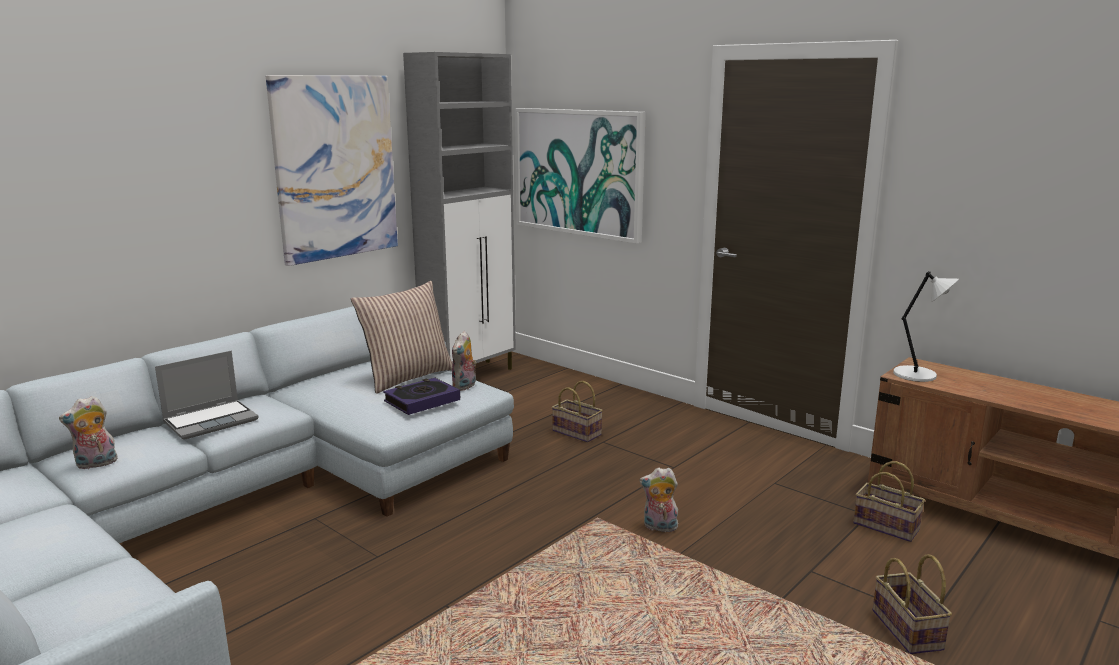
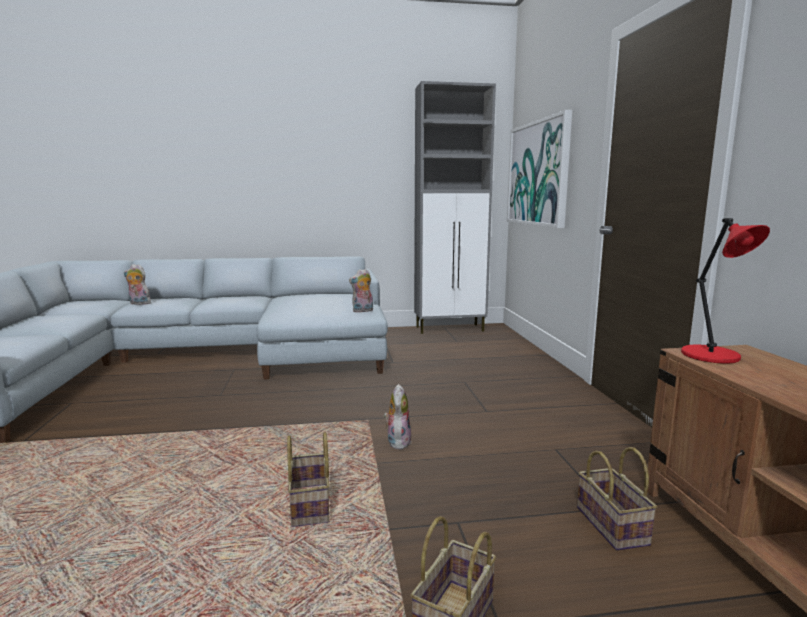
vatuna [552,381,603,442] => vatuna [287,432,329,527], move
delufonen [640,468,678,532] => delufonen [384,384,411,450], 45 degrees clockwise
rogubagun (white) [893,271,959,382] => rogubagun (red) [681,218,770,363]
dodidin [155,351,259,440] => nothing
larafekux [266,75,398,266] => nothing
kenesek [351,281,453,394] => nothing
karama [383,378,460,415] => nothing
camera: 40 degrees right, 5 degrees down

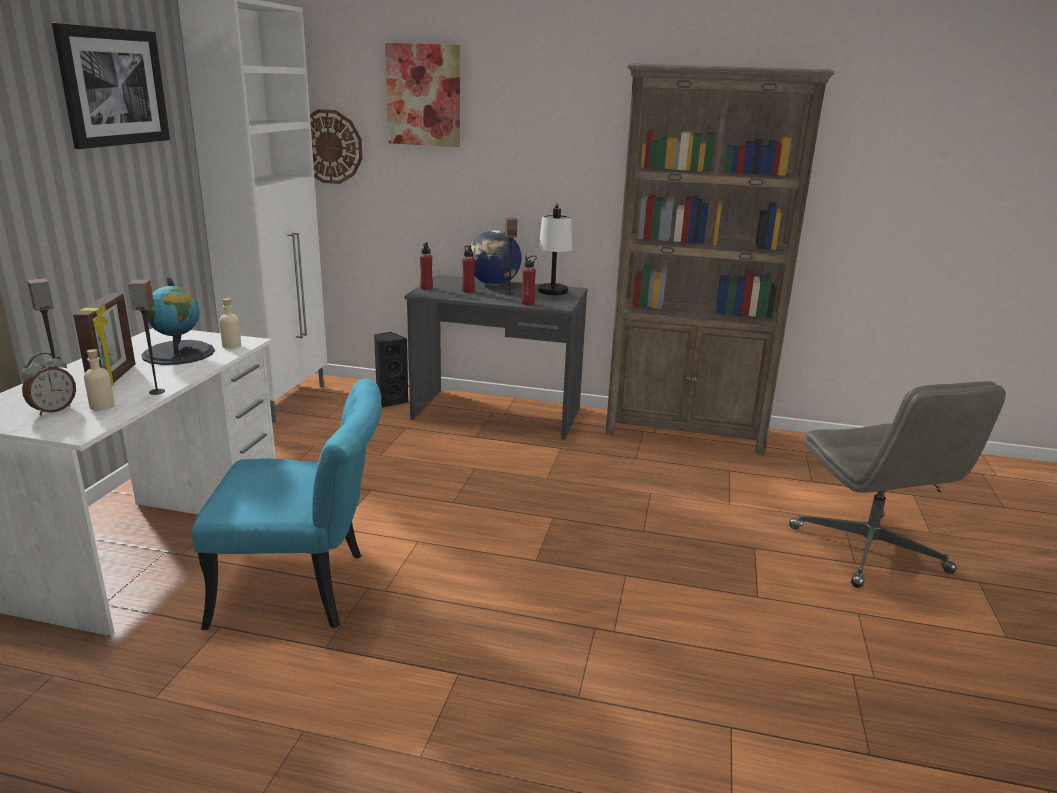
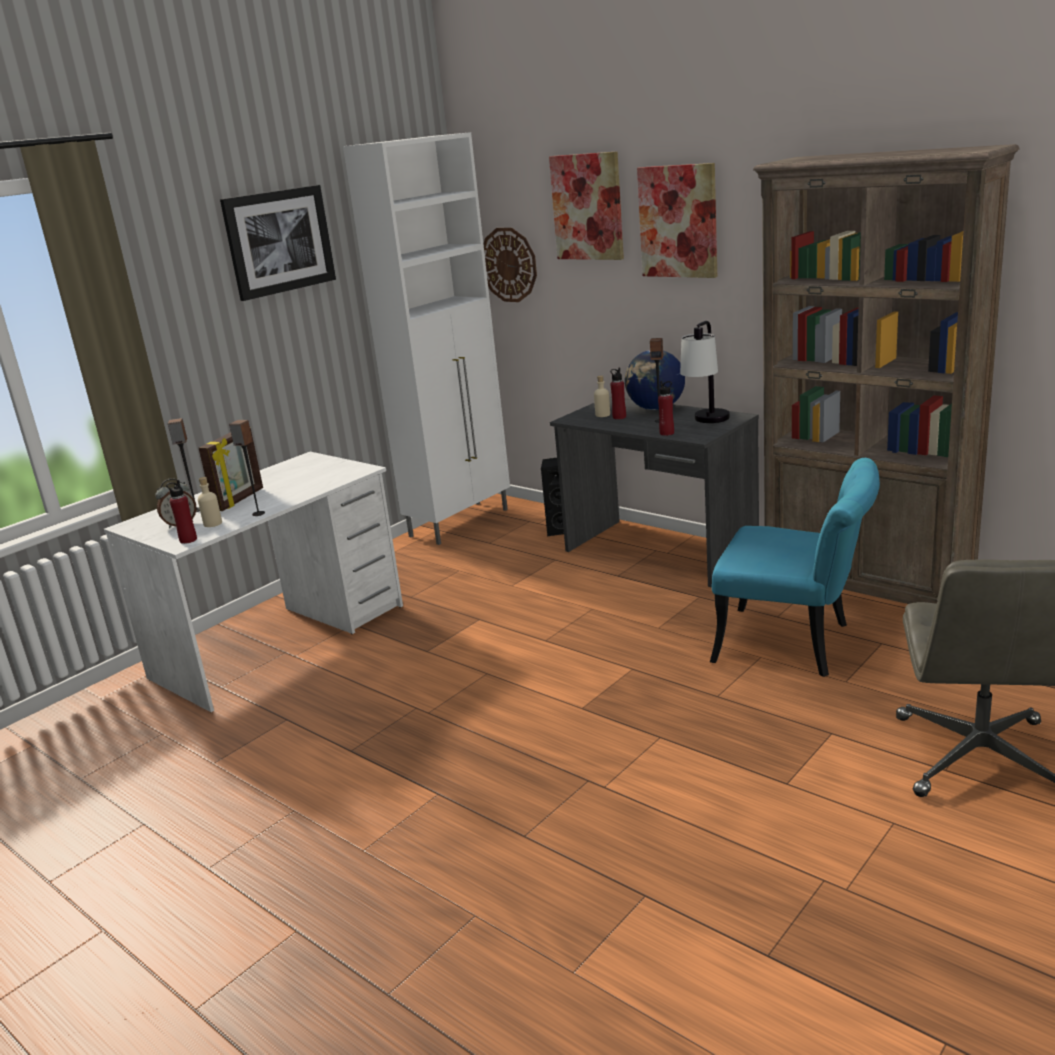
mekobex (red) [420,242,433,290] => mekobex (red) [166,480,197,544], move
mekobex (beige) [219,298,241,349] => mekobex (beige) [594,376,610,417], move
nothing => larafekux [637,163,717,278]
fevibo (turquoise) [192,379,382,630] => fevibo (turquoise) [710,458,880,677], move
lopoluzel [141,277,215,365] => nothing
camera: 30 degrees right, 0 degrees up

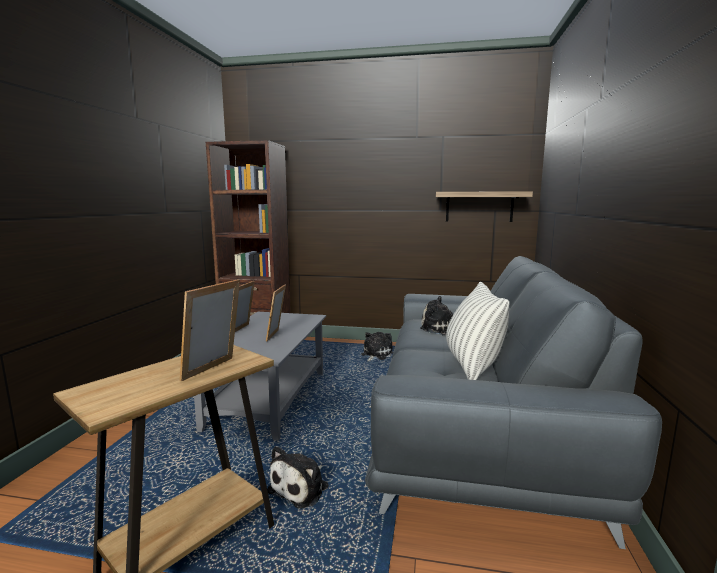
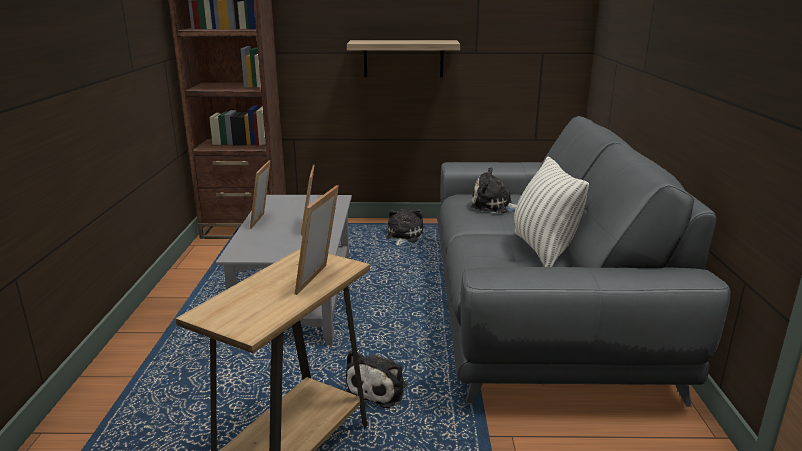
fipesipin [436,191,533,222] => fipesipin [347,40,460,77], move
camera: 10 degrees left, 10 degrees up

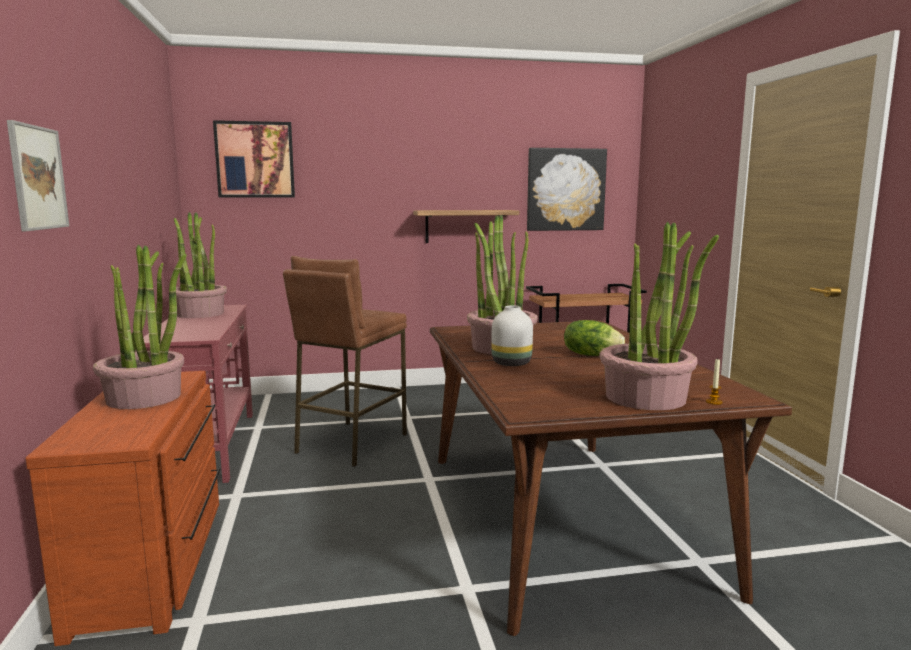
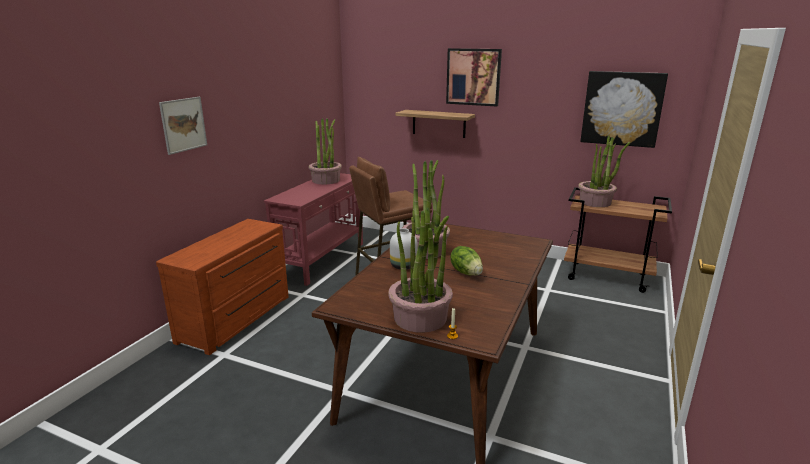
fipesipin [413,210,519,243] => fipesipin [396,110,475,138], move
larafekux [213,120,295,198] => larafekux [446,48,502,107], move
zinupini [93,245,187,409] => zinupini [578,136,631,207], move
camera: 35 degrees right, 10 degrees up

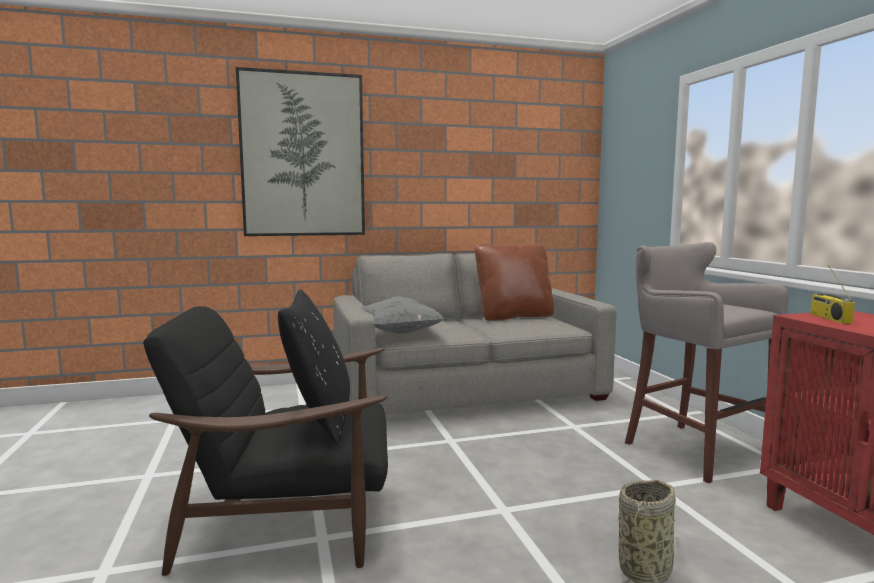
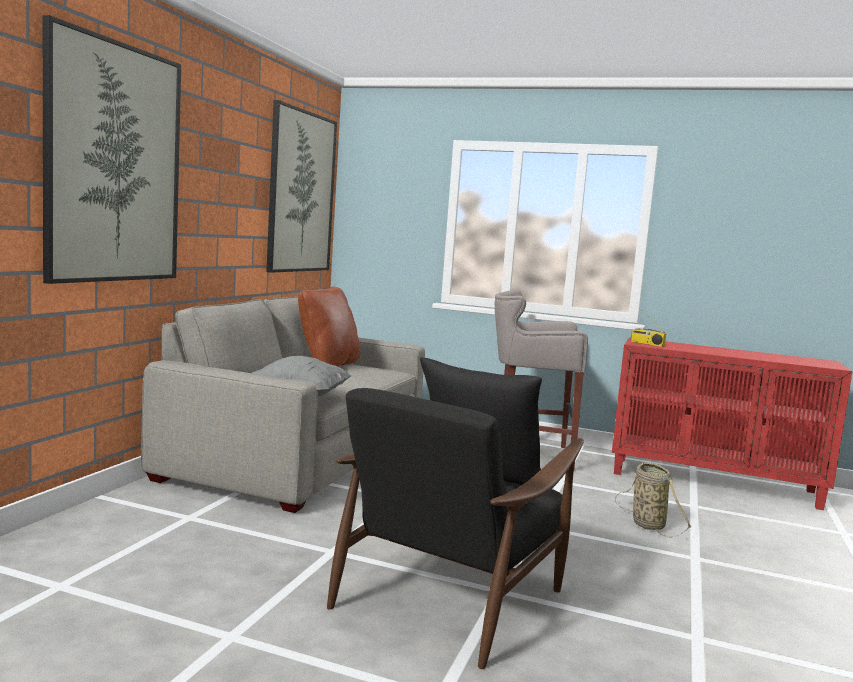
nothing => larafekux [266,100,337,273]
camera: 55 degrees left, 0 degrees up

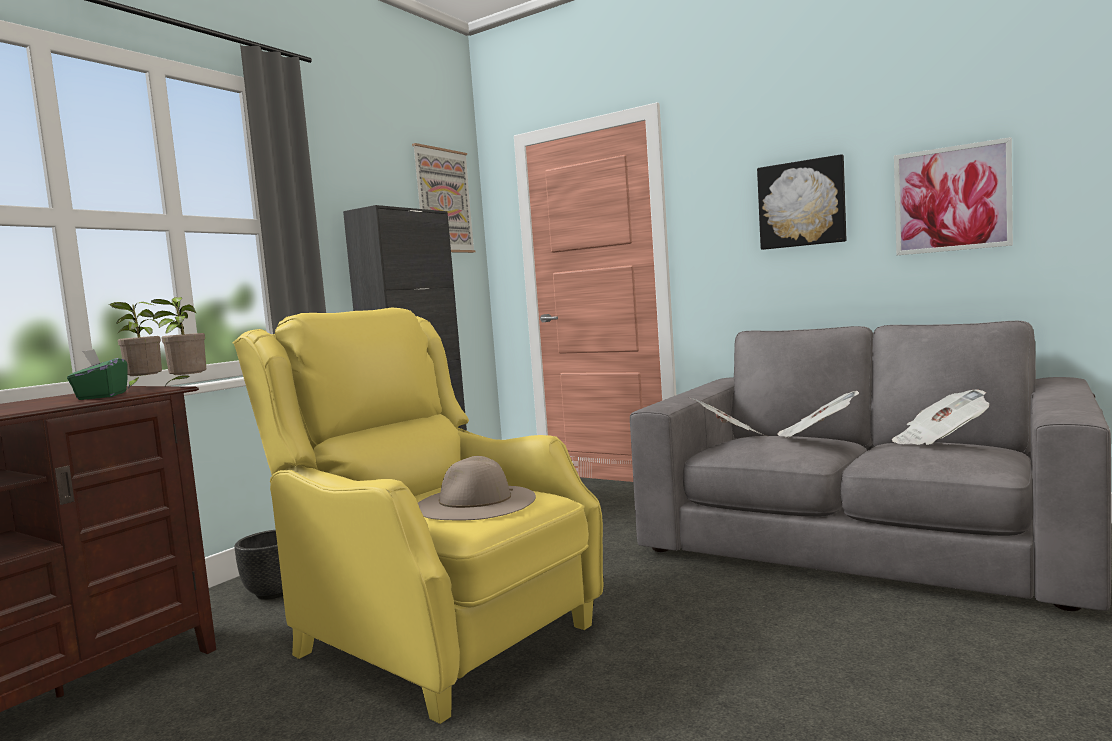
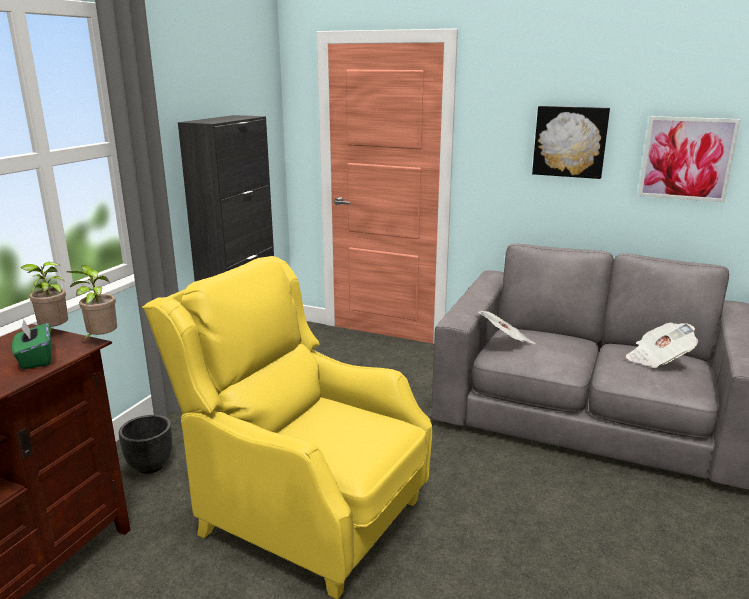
larafekux [412,143,476,253] => nothing
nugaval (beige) [418,456,536,521] => nothing
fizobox [777,391,859,438] => nothing
camera: 10 degrees left, 15 degrees up

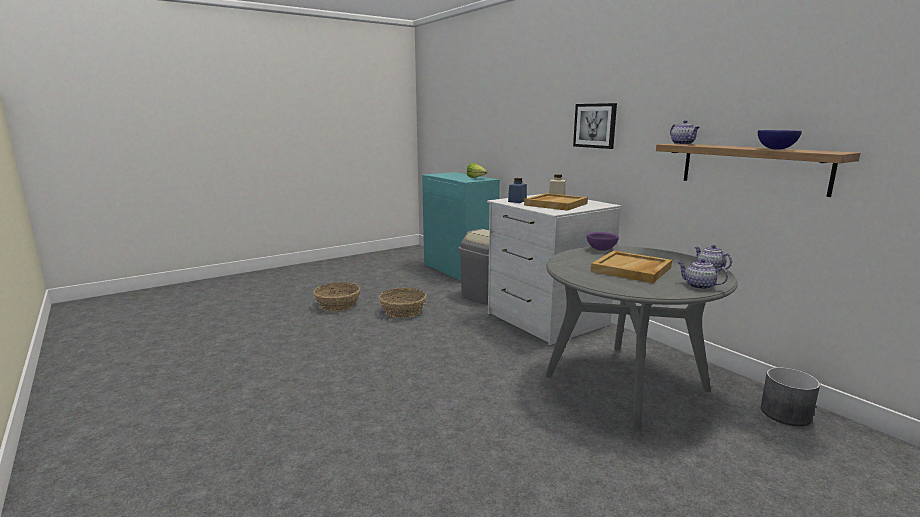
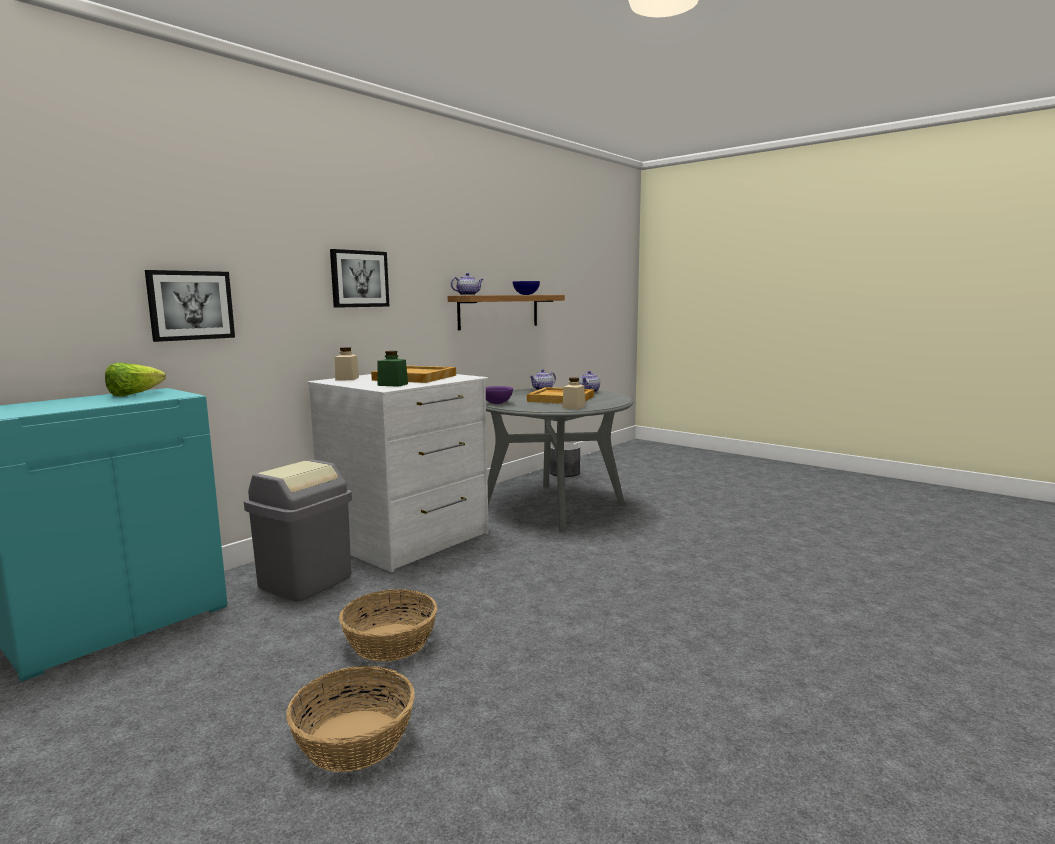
nothing => larafekux [145,270,235,342]
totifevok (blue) [508,178,527,203] => totifevok (green) [377,351,408,387]
nothing => totifevok (beige) [563,378,585,409]
camera: 105 degrees left, 5 degrees down

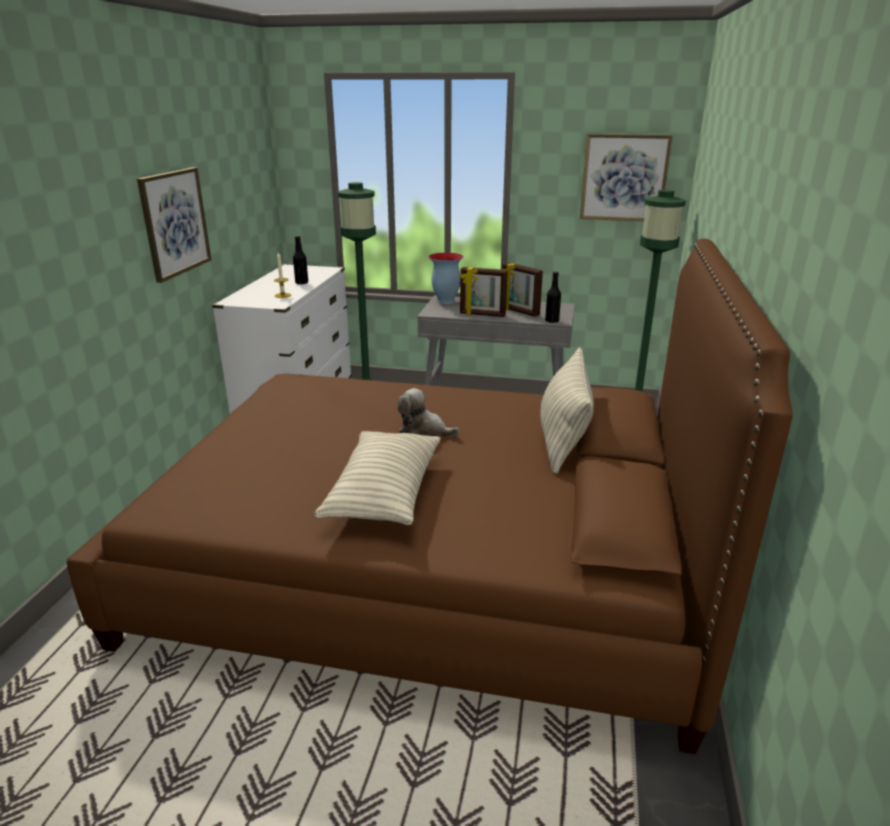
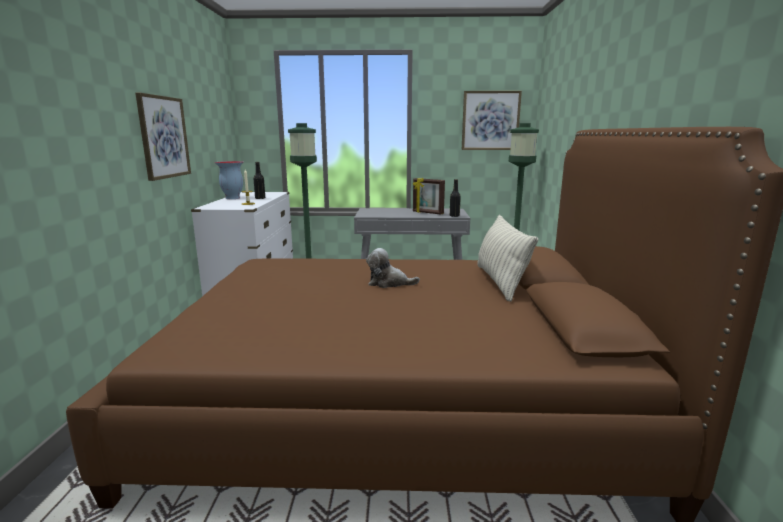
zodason [429,252,464,304] => zodason [215,161,244,199], move
kenesek [314,431,441,525] => nothing
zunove [460,267,508,317] => nothing
camera: 10 degrees left, 10 degrees down

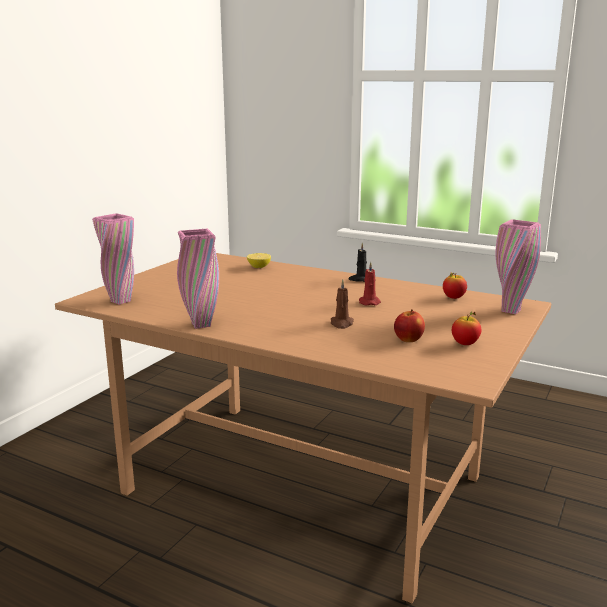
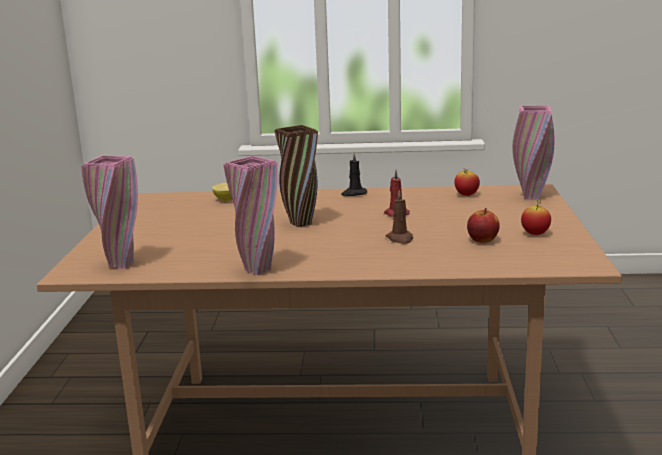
nothing => zodason (brown) [274,125,318,227]
camera: 25 degrees left, 0 degrees up

